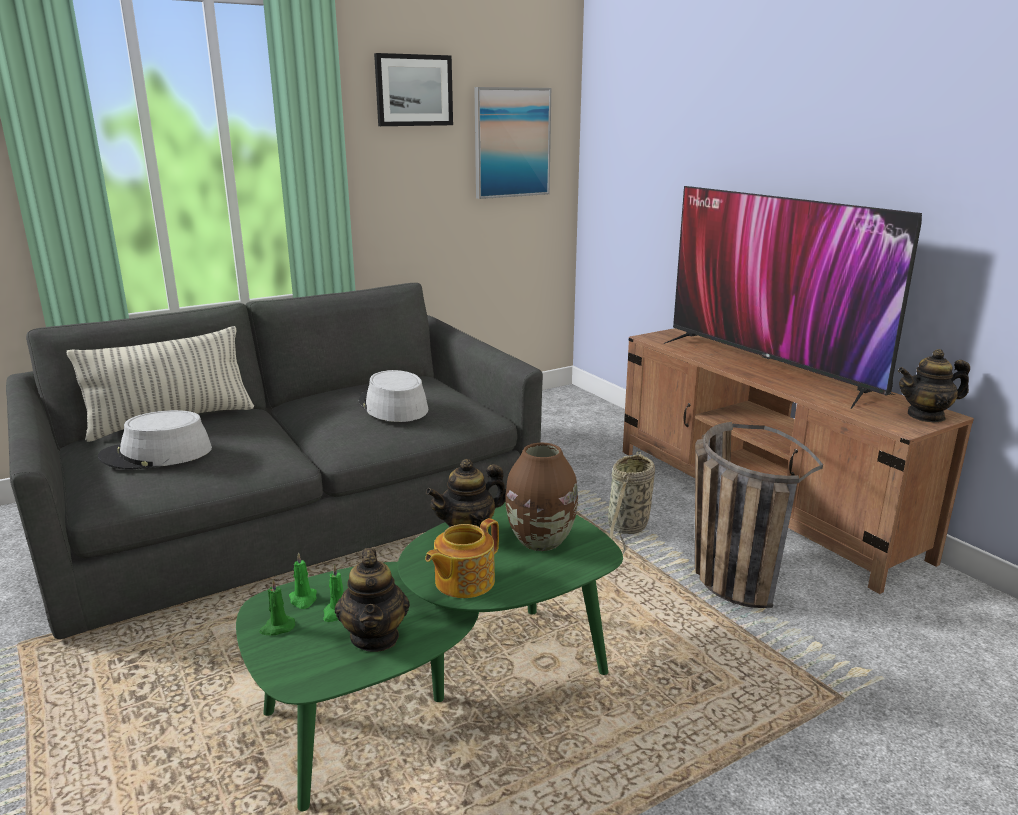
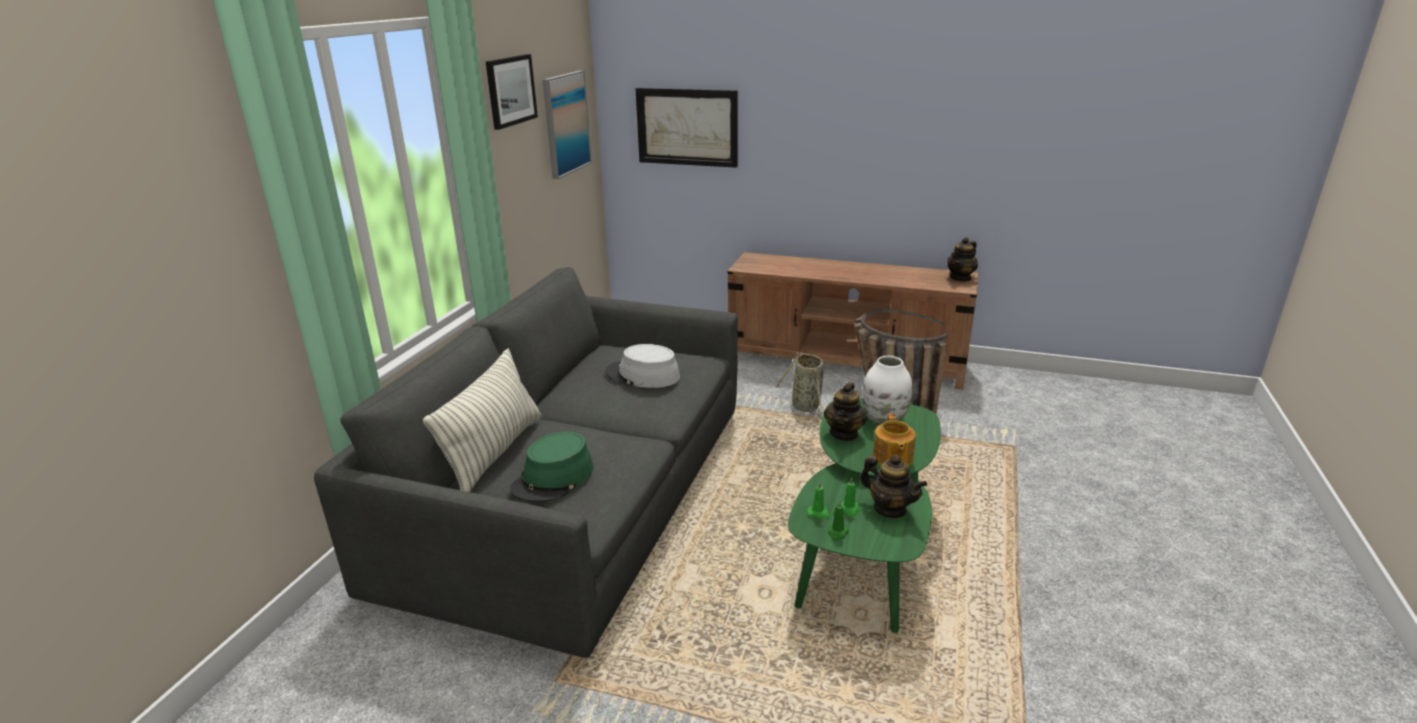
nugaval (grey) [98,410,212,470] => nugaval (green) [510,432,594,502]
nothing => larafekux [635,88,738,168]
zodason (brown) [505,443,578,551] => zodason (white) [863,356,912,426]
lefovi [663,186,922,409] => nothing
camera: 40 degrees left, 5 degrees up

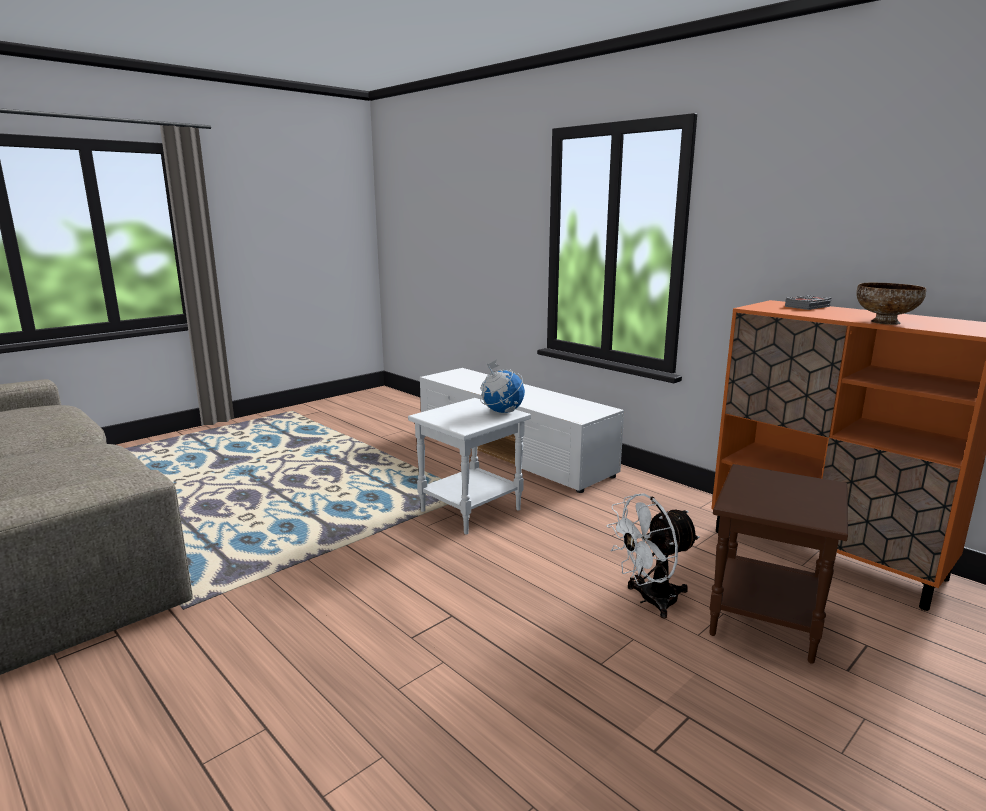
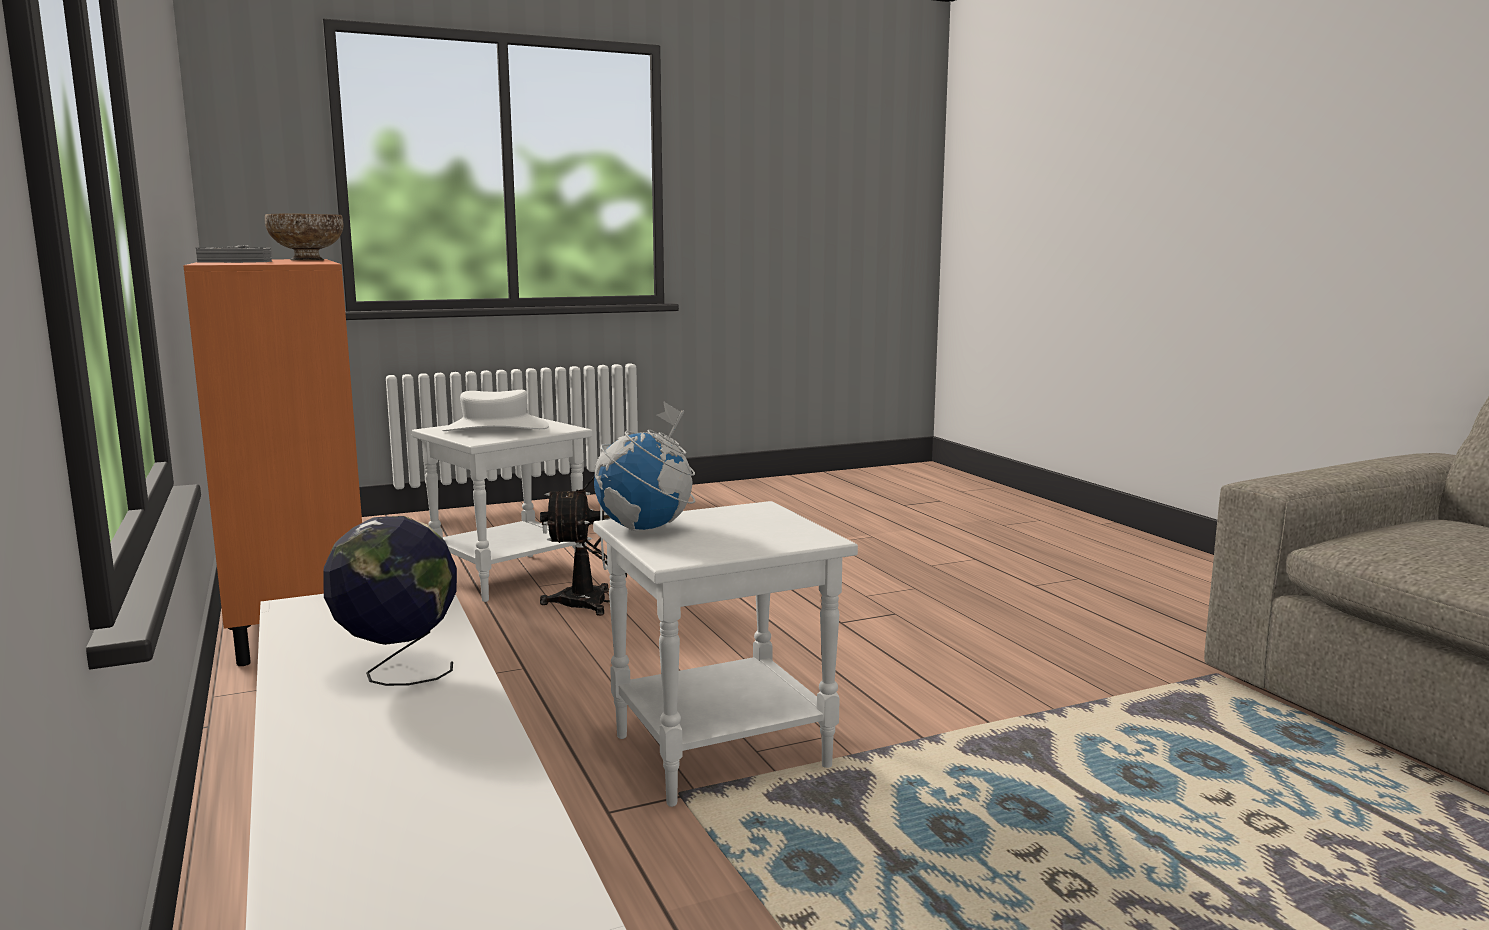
nothing => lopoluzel [323,516,457,686]
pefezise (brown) [709,464,848,664] => pefezise (white) [412,418,592,602]
nothing => nugaval (white) [442,390,549,431]
camera: 160 degrees left, 5 degrees down

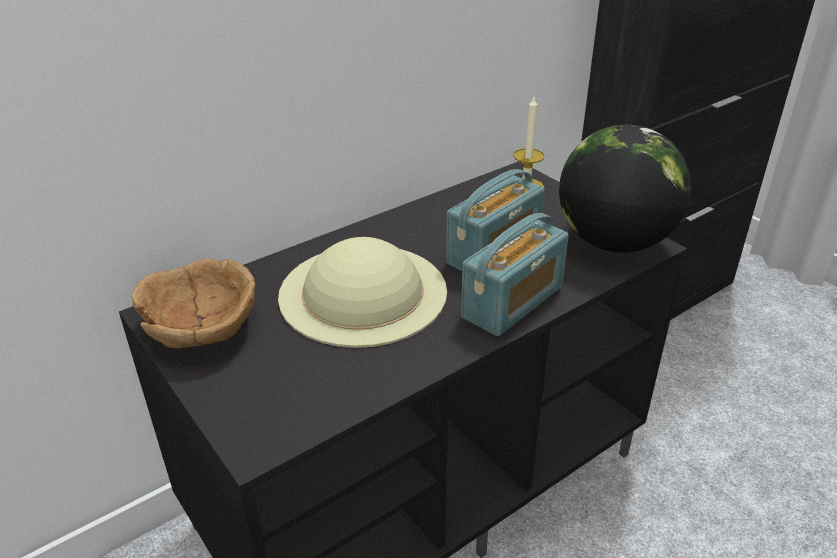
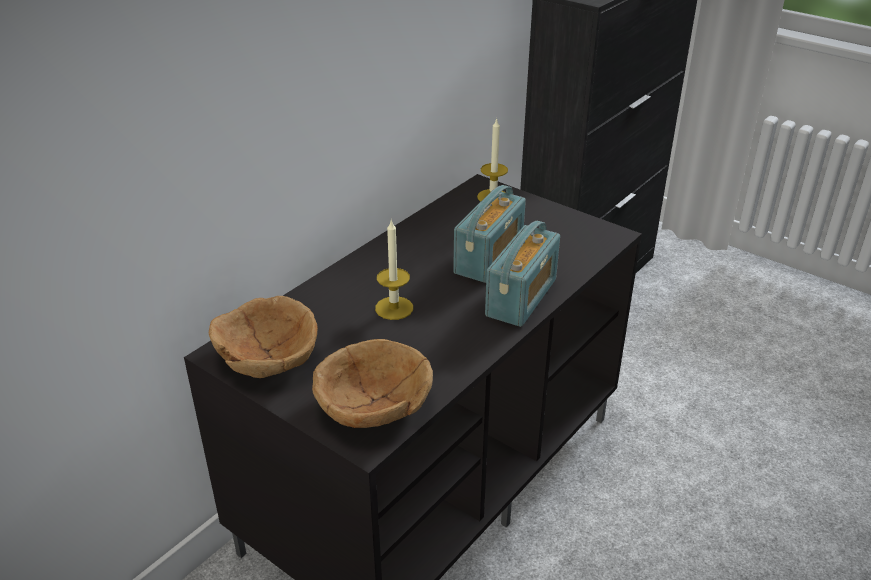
nothing => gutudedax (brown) [312,339,433,428]
nugaval (beige) [278,237,447,348] => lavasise [375,219,413,320]
lopoluzel [559,125,691,253] => nothing
camera: 15 degrees left, 0 degrees up

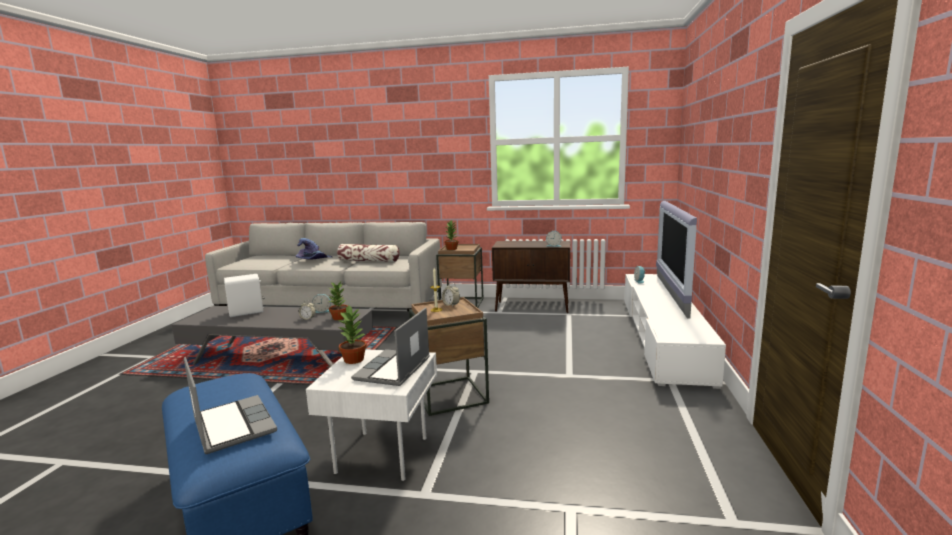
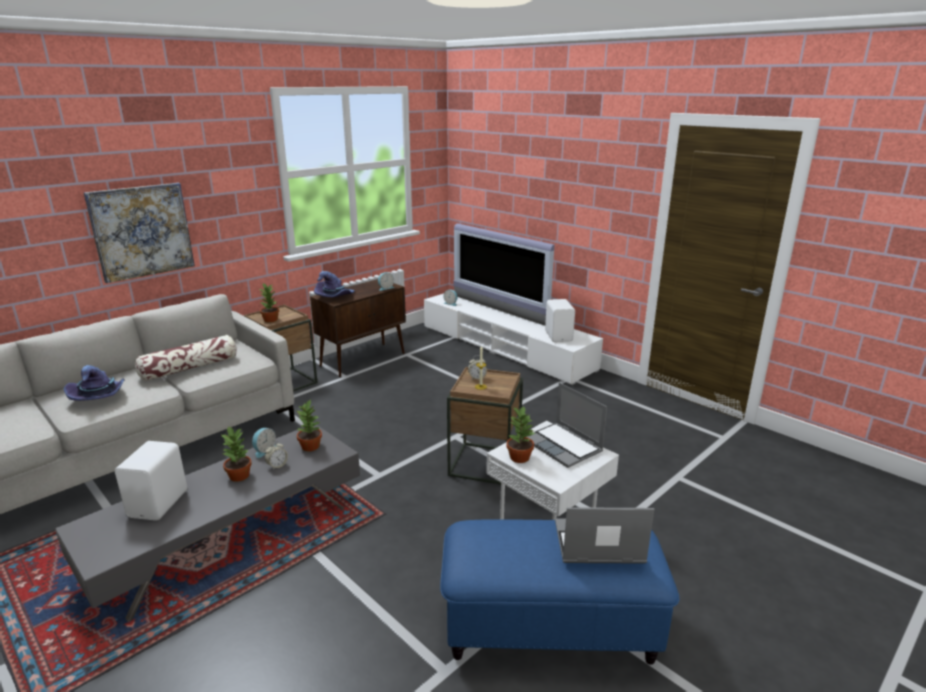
nothing => larafekux [84,183,195,283]
nothing => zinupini [222,426,252,482]
nothing => nugaval (purple) [314,271,355,298]
nothing => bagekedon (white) [545,299,575,342]
camera: 55 degrees left, 10 degrees up

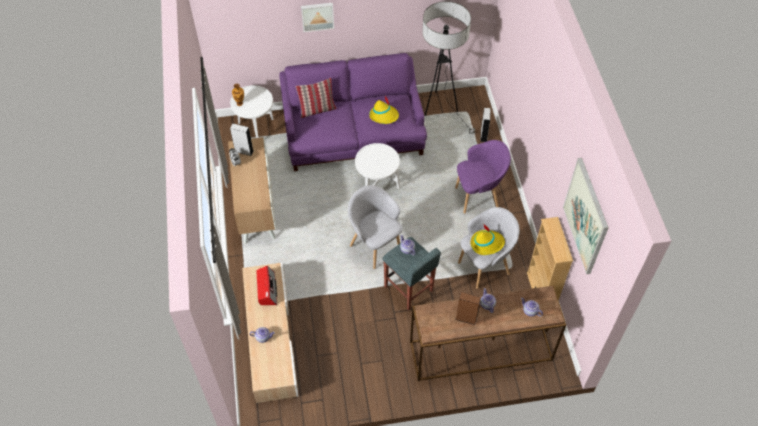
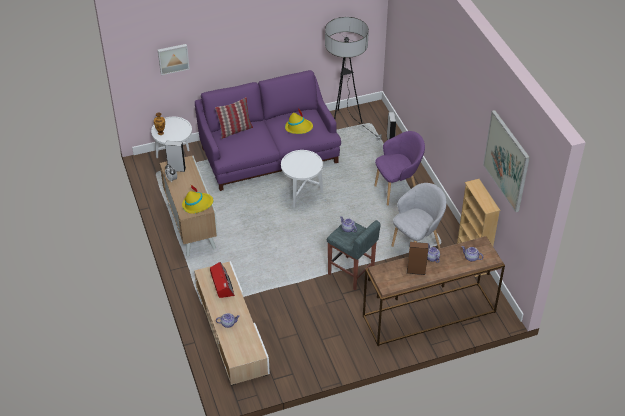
larafekux [301,2,334,32] => larafekux [158,44,190,75], move
nugaval (yellow) [471,225,505,255] => nugaval (yellow) [182,184,213,214], move
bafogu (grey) [348,185,403,269] => nothing
camera: 10 degrees left, 10 degrees down

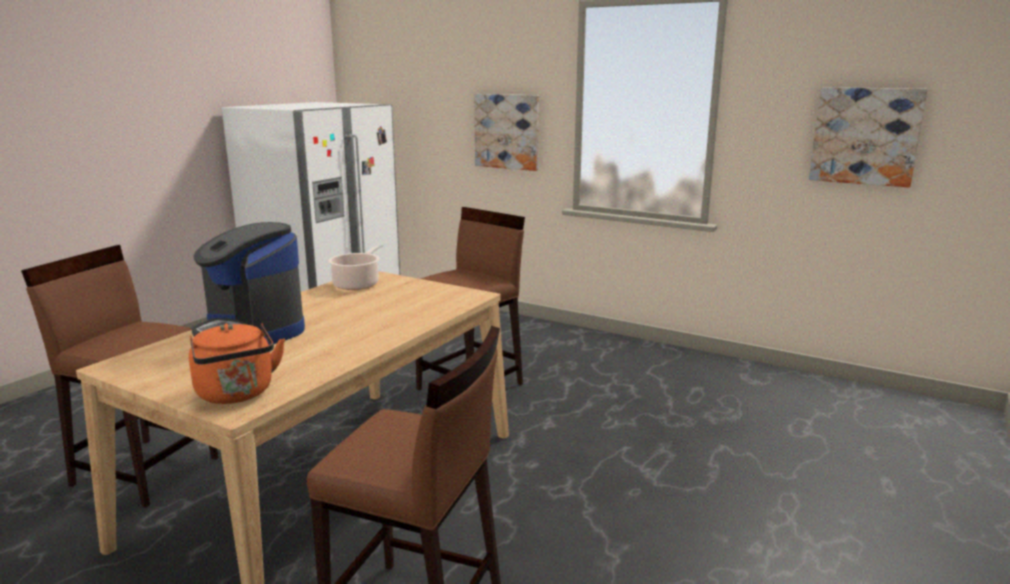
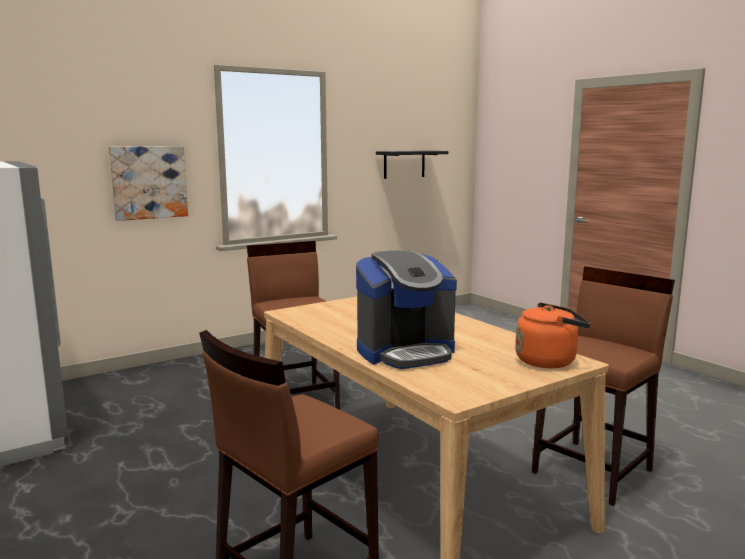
larafekux [809,87,928,187] => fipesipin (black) [376,151,448,179]
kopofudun [328,244,383,290] => nothing
camera: 65 degrees left, 5 degrees down

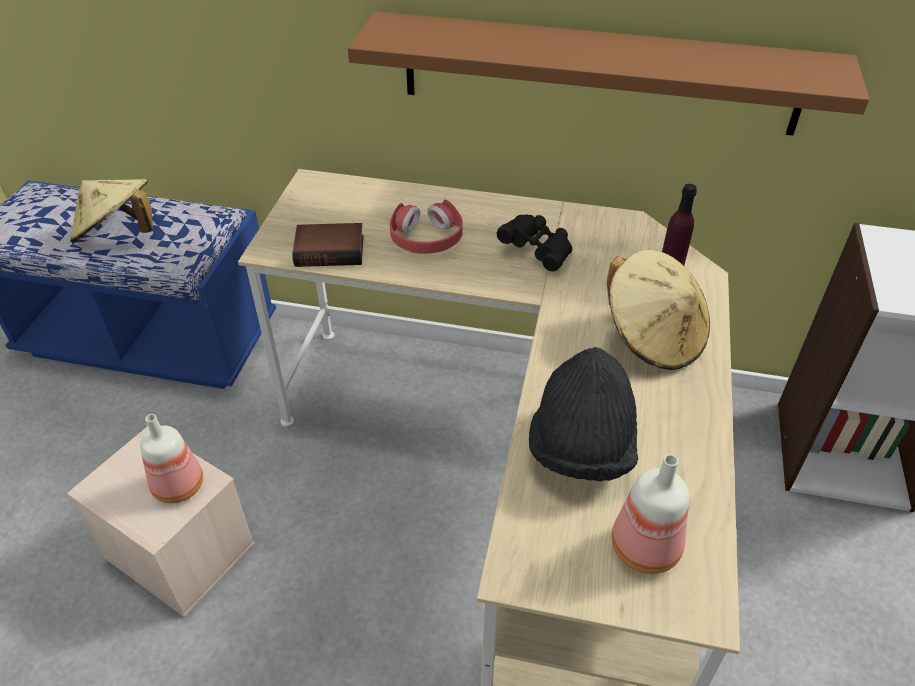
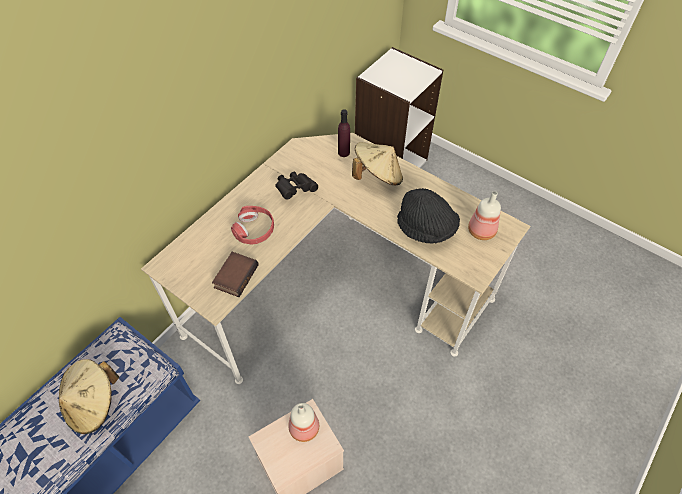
fipesipin (brown) [348,11,869,135] => nothing
camera: 65 degrees left, 10 degrees up

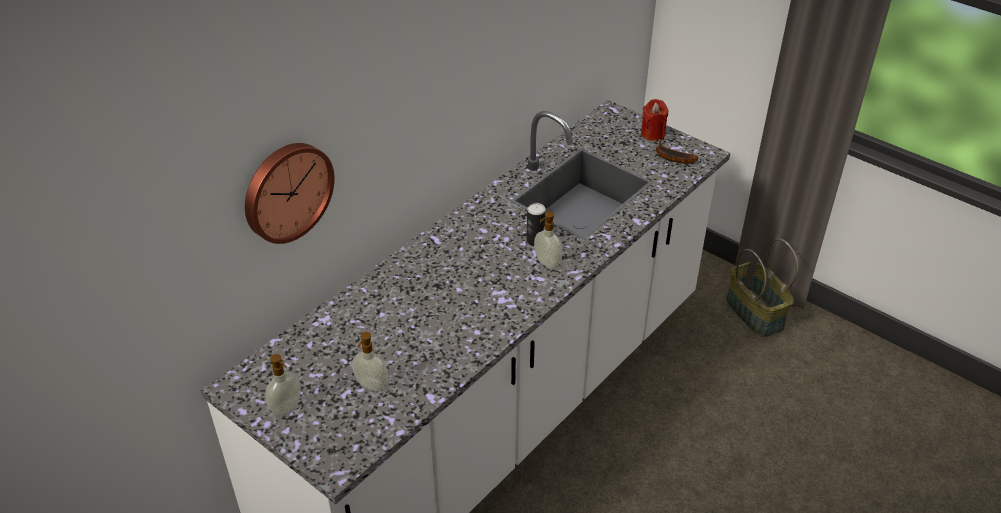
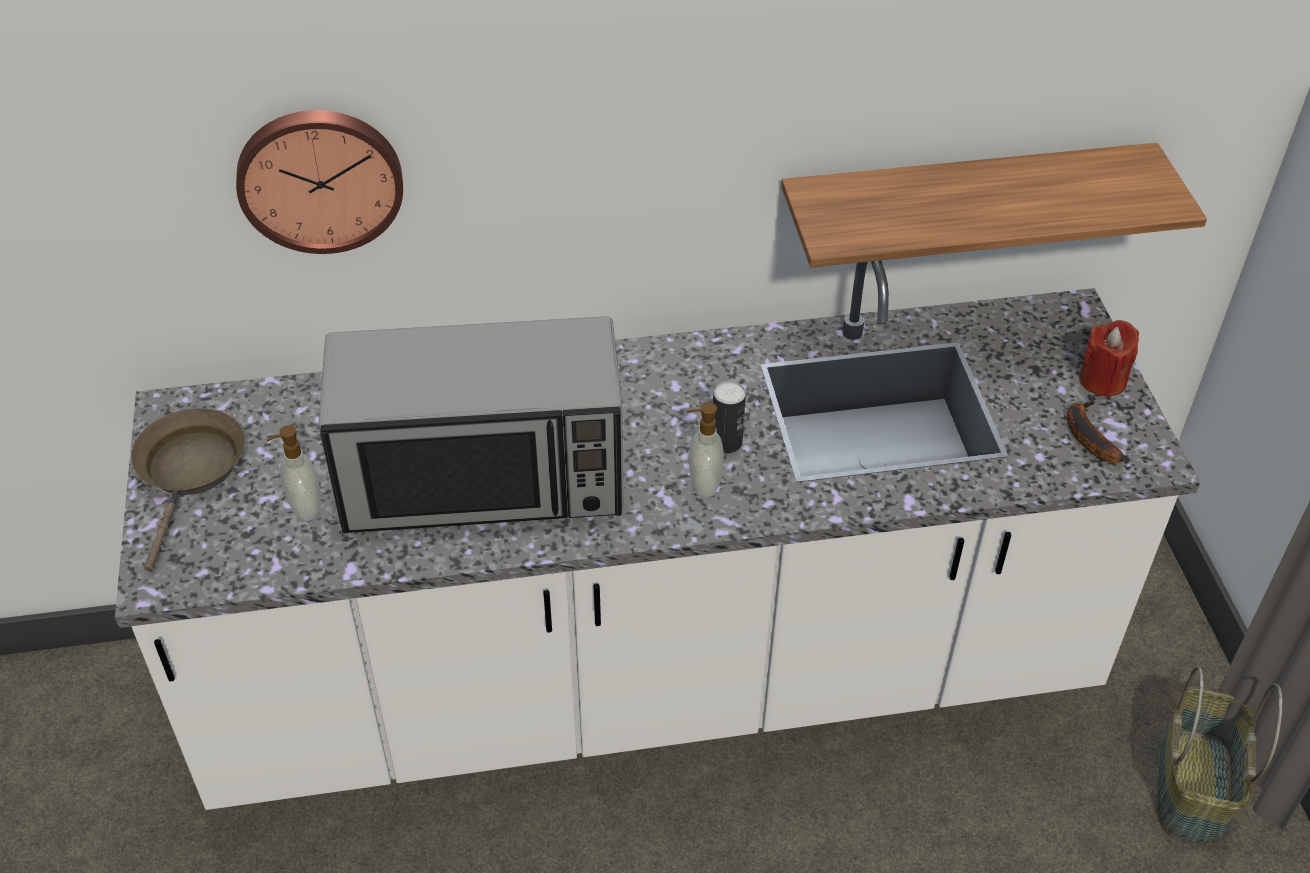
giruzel [265,354,301,416] => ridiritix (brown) [131,408,245,571]
nothing => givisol [318,316,624,533]
nothing => fipesipin [781,143,1207,268]
camera: 40 degrees right, 5 degrees up

